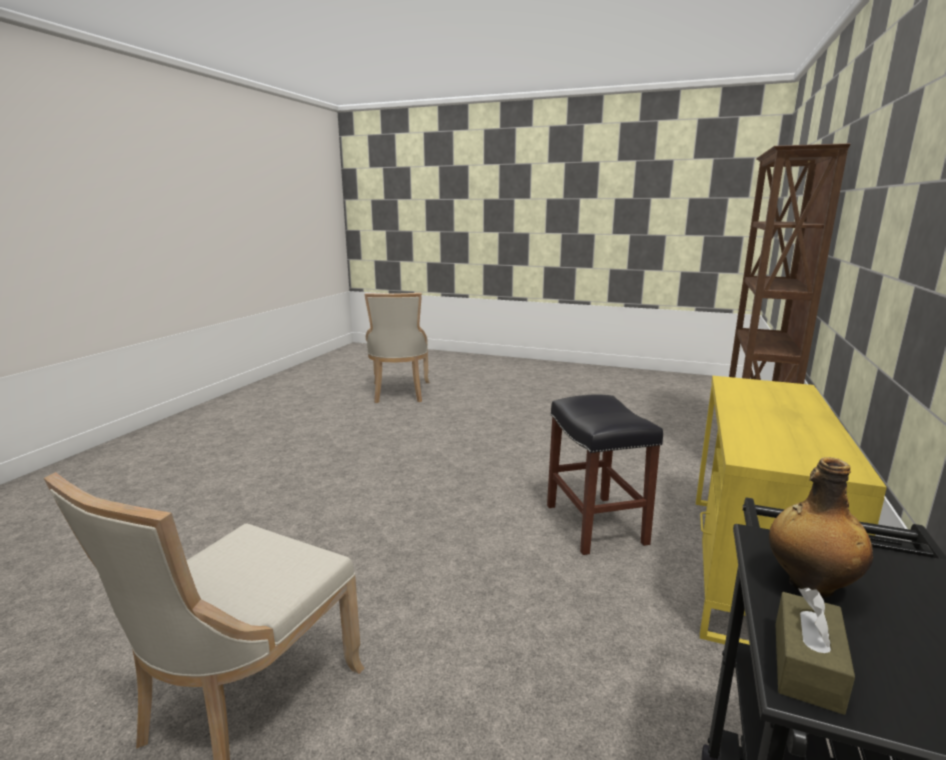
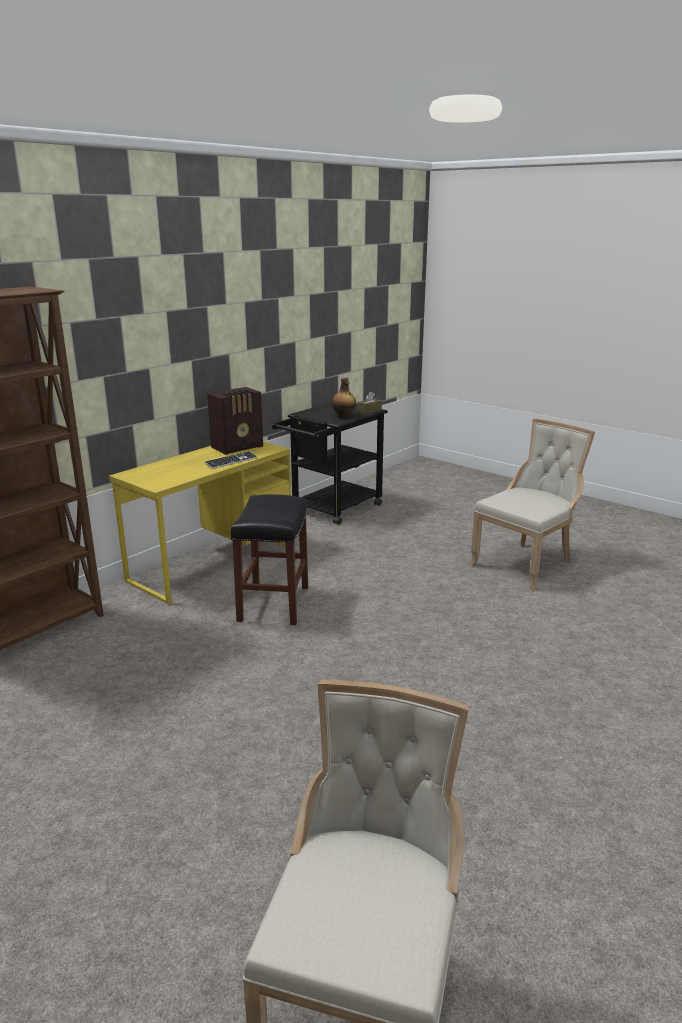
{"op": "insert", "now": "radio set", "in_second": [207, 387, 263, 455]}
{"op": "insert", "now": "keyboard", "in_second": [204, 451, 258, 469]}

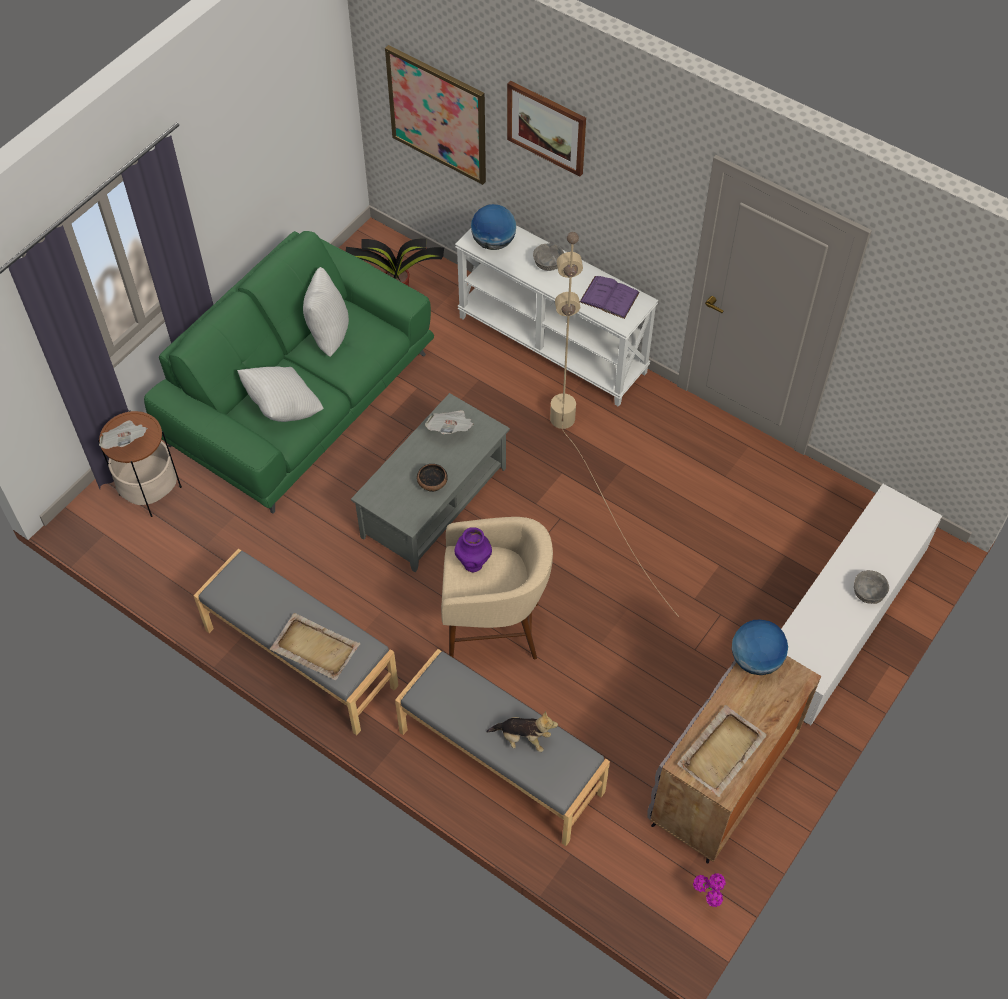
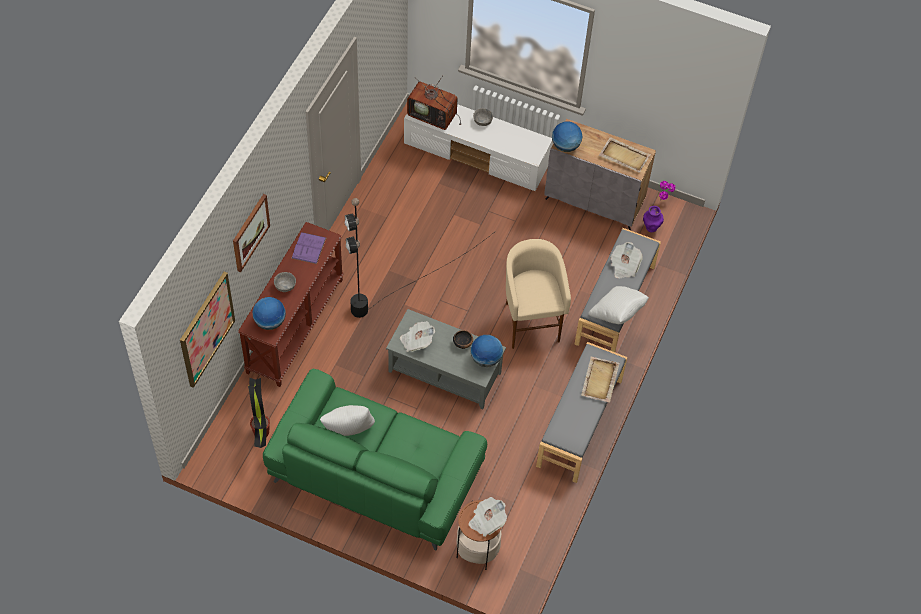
{"op": "recolor", "was": "hall table (whitish)", "now": "hall table (brownish)", "in_first": [455, 225, 658, 407], "in_second": [238, 222, 344, 387]}
{"op": "recolor", "was": "standing lamp (sand-coloured)", "now": "standing lamp (black)", "in_first": [550, 232, 679, 617], "in_second": [345, 198, 496, 318]}
{"op": "move", "was": "cushion (whitish)", "in_first": [237, 367, 323, 422], "in_second": [588, 286, 649, 324]}
{"op": "move", "was": "vase (purple-coloured)", "in_first": [455, 527, 492, 572], "in_second": [643, 206, 664, 232]}
{"op": "replace", "was": "plush toy", "now": "printed paper", "in_first": [487, 711, 558, 752], "in_second": [610, 242, 643, 278]}
{"op": "insert", "now": "TV", "in_second": [407, 77, 461, 130]}
{"op": "insert", "now": "desk globe", "in_second": [470, 335, 503, 367]}

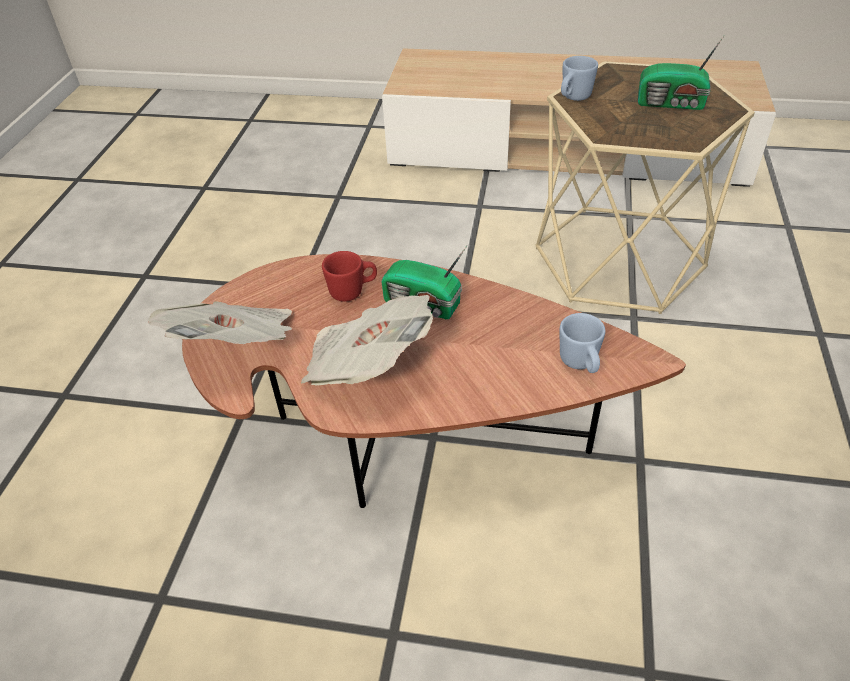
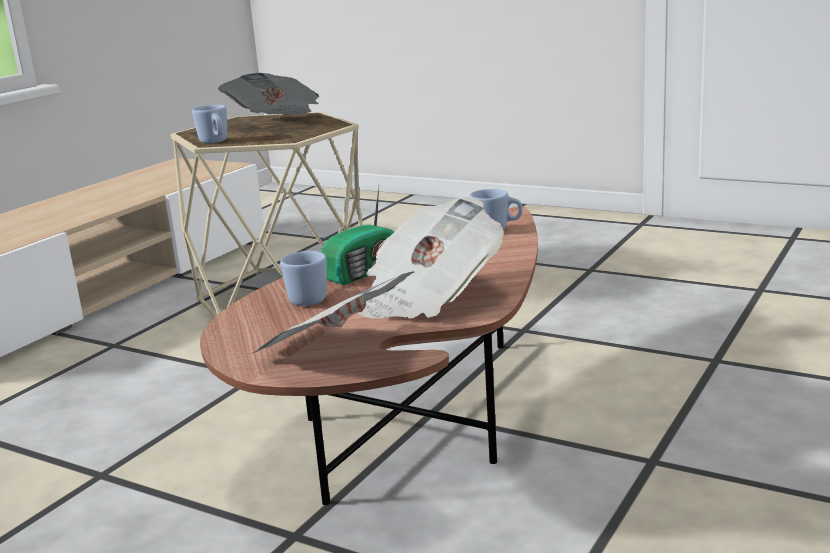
{"op": "replace", "was": "radio set", "now": "printed paper", "in_first": [638, 35, 725, 110], "in_second": [218, 73, 319, 115]}
{"op": "recolor", "was": "coffee mug (red)", "now": "coffee mug (blue)", "in_first": [322, 251, 377, 302], "in_second": [280, 251, 327, 306]}

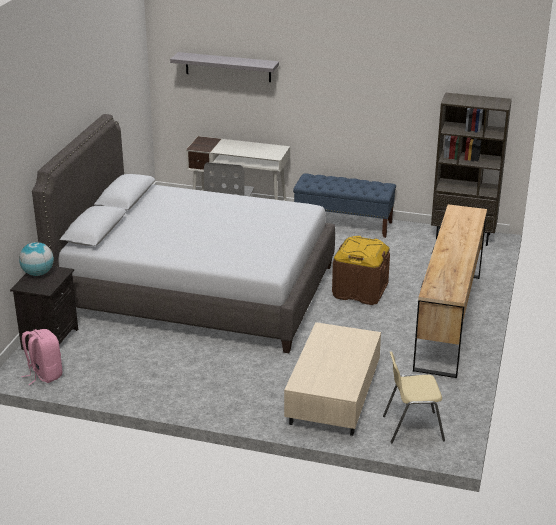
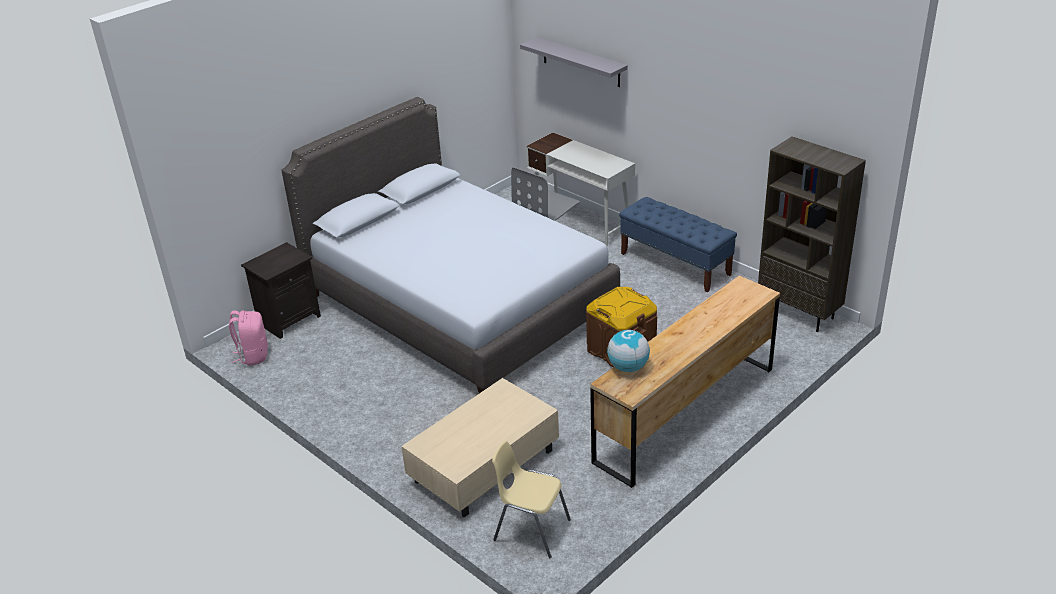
{"op": "move", "was": "desk globe", "in_first": [19, 242, 54, 276], "in_second": [607, 330, 650, 372]}

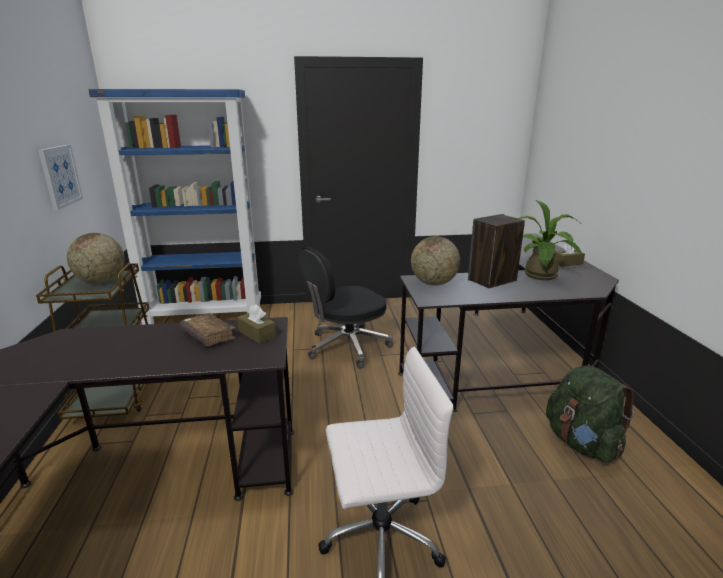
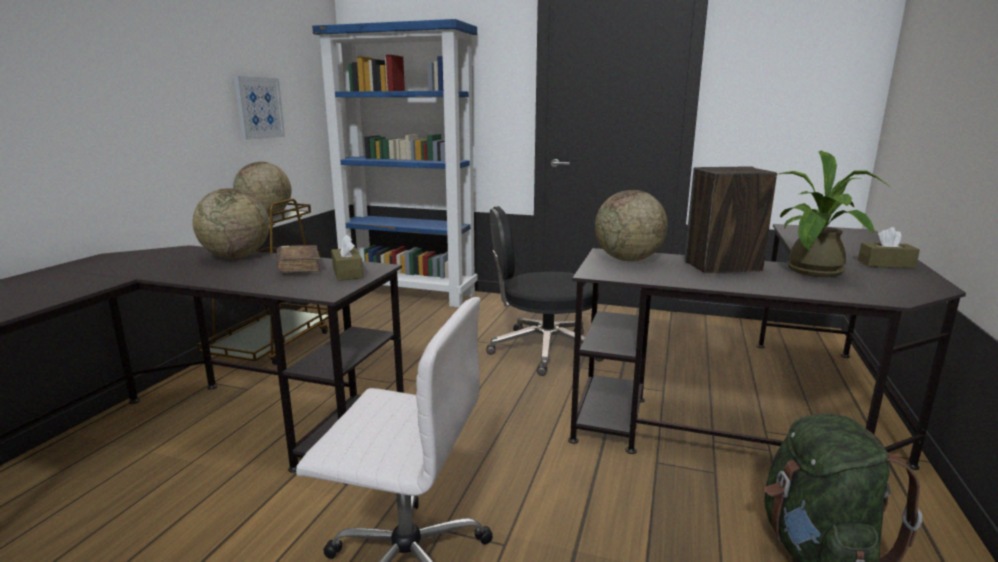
{"op": "insert", "now": "desk globe", "in_second": [193, 188, 269, 258]}

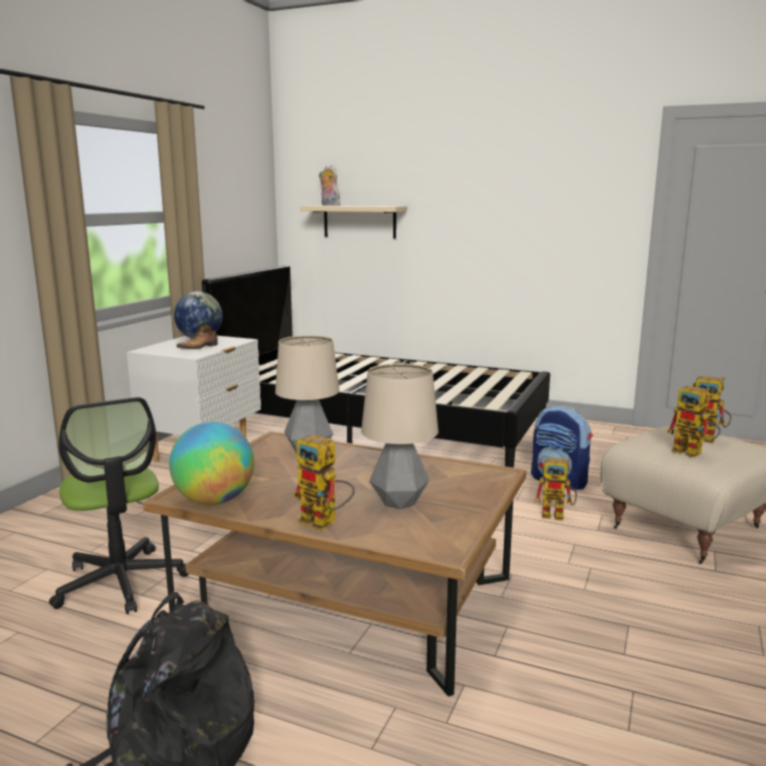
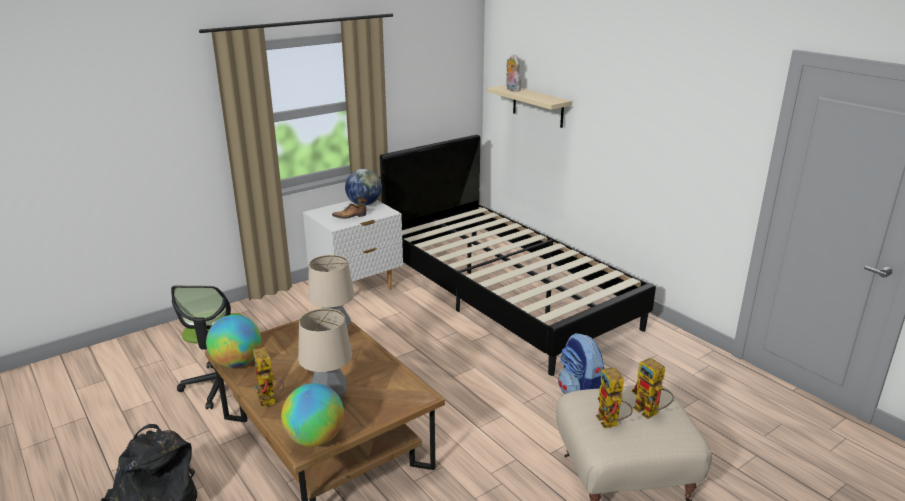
{"op": "delete", "was": "model robot", "in_first": [534, 458, 577, 520]}
{"op": "insert", "now": "desk globe", "in_second": [281, 383, 344, 447]}

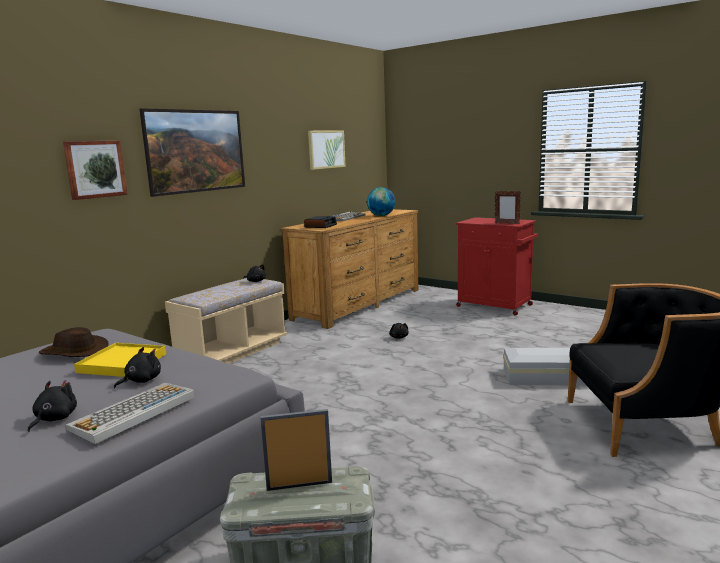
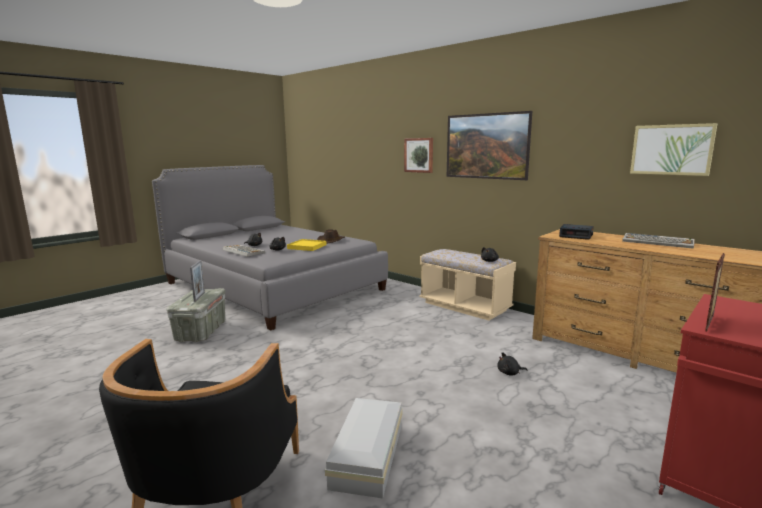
{"op": "delete", "was": "desk globe", "in_first": [367, 187, 395, 216]}

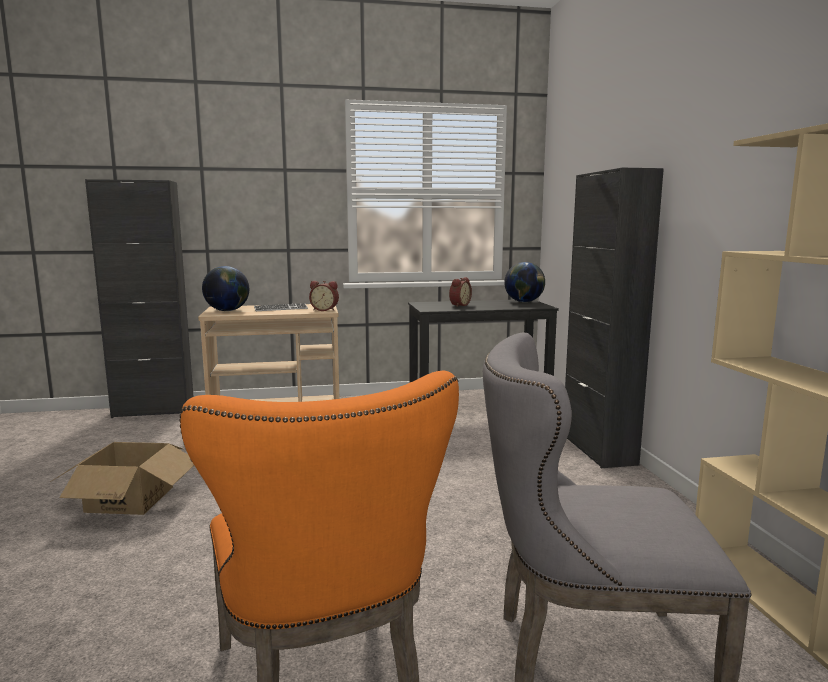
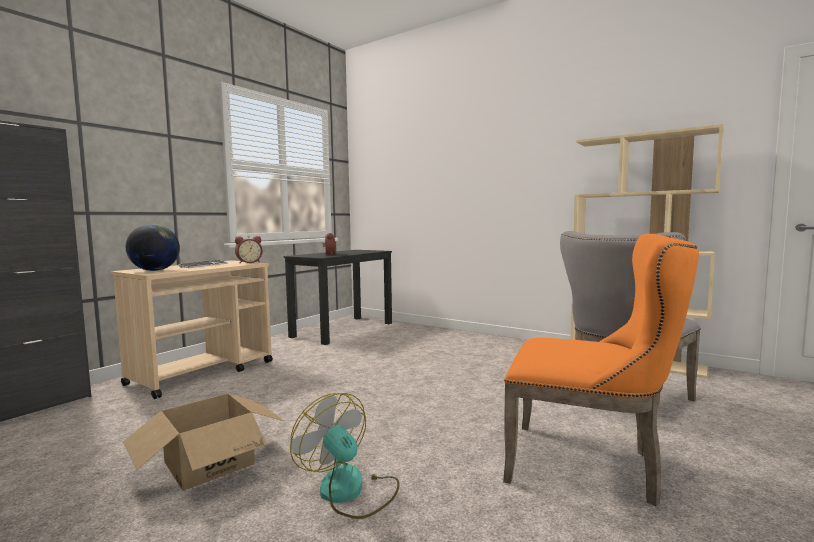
{"op": "delete", "was": "cupboard (black)", "in_first": [565, 168, 664, 468]}
{"op": "delete", "was": "desk globe", "in_first": [504, 262, 545, 302]}
{"op": "insert", "now": "cooling fan", "in_second": [290, 393, 400, 519]}

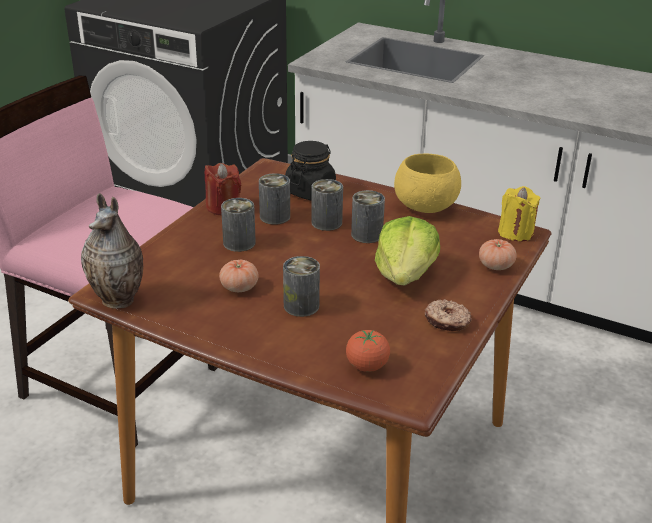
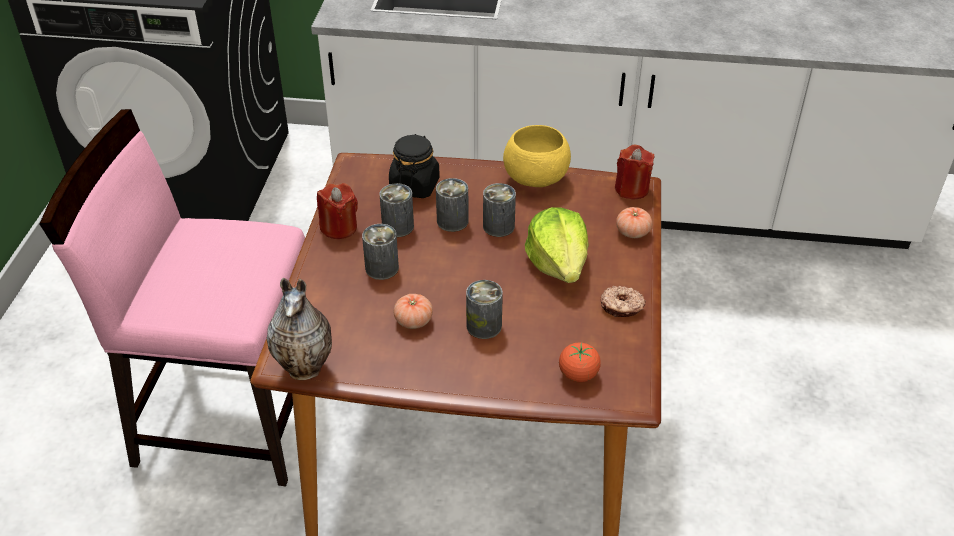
{"op": "recolor", "was": "wax candle (yellow)", "now": "wax candle (red)", "in_first": [498, 186, 541, 241], "in_second": [615, 145, 654, 199]}

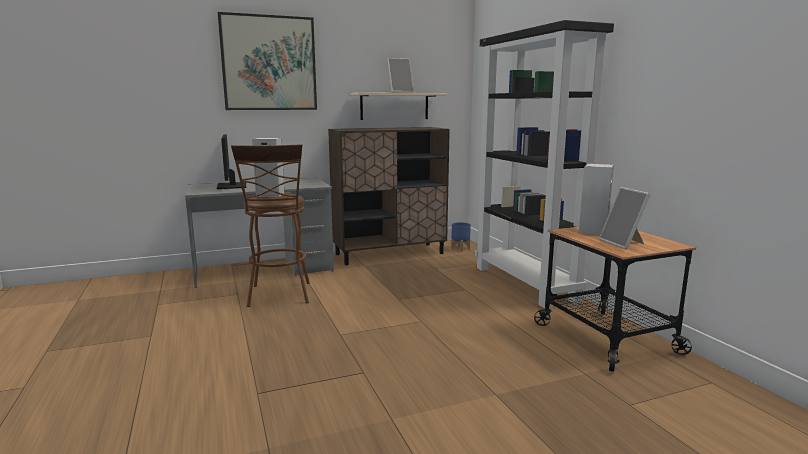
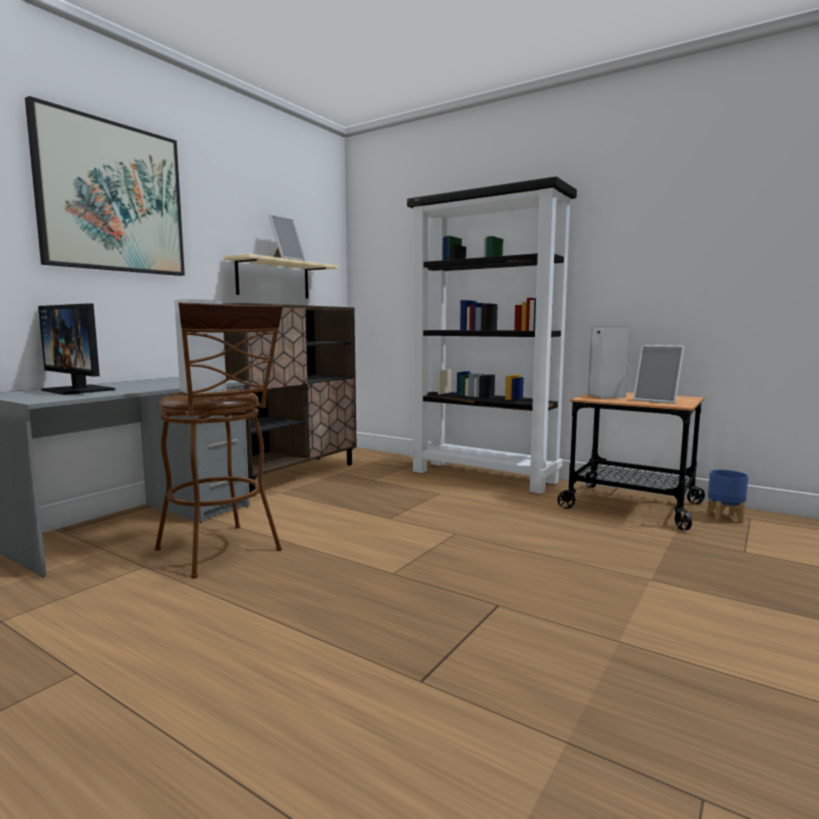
{"op": "move", "was": "plant pot (blue)", "in_first": [451, 222, 471, 252], "in_second": [707, 469, 749, 523]}

